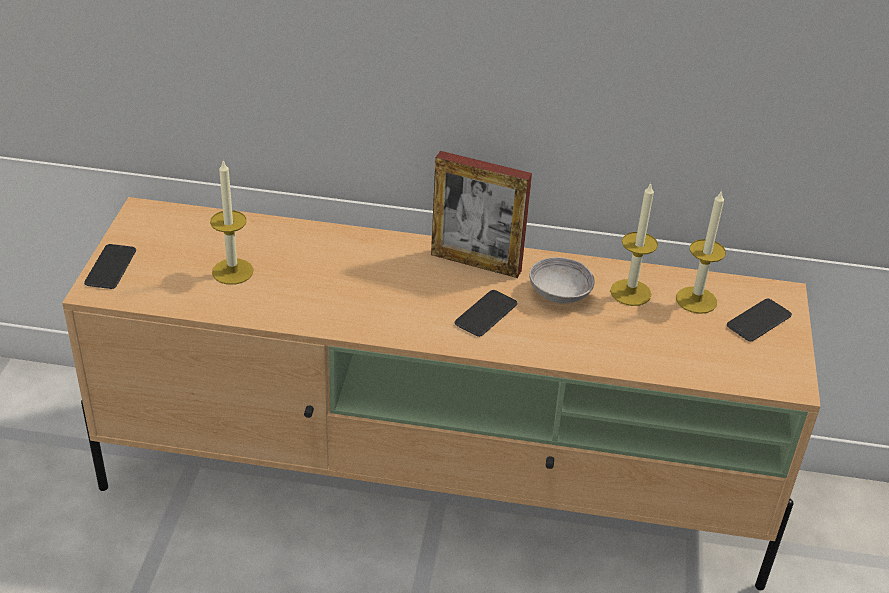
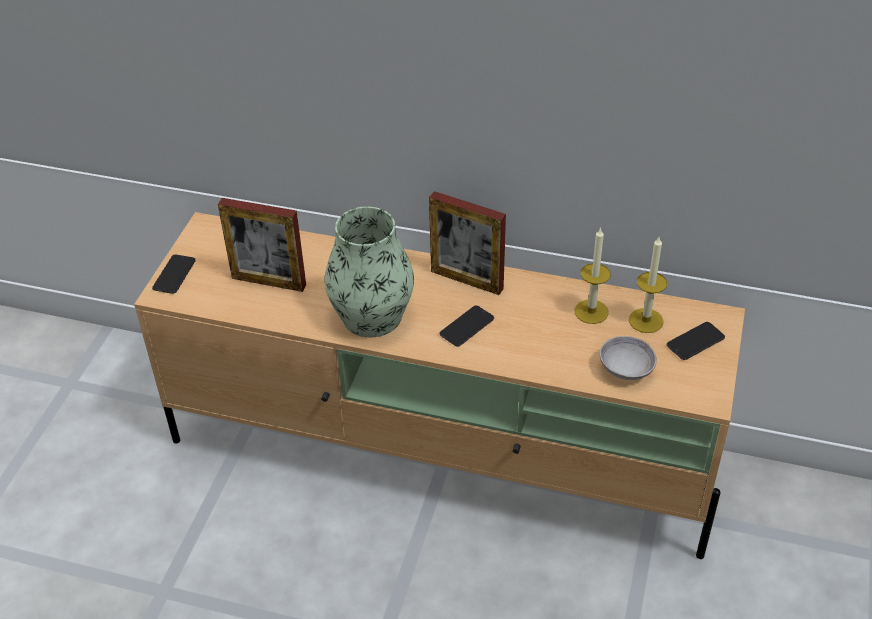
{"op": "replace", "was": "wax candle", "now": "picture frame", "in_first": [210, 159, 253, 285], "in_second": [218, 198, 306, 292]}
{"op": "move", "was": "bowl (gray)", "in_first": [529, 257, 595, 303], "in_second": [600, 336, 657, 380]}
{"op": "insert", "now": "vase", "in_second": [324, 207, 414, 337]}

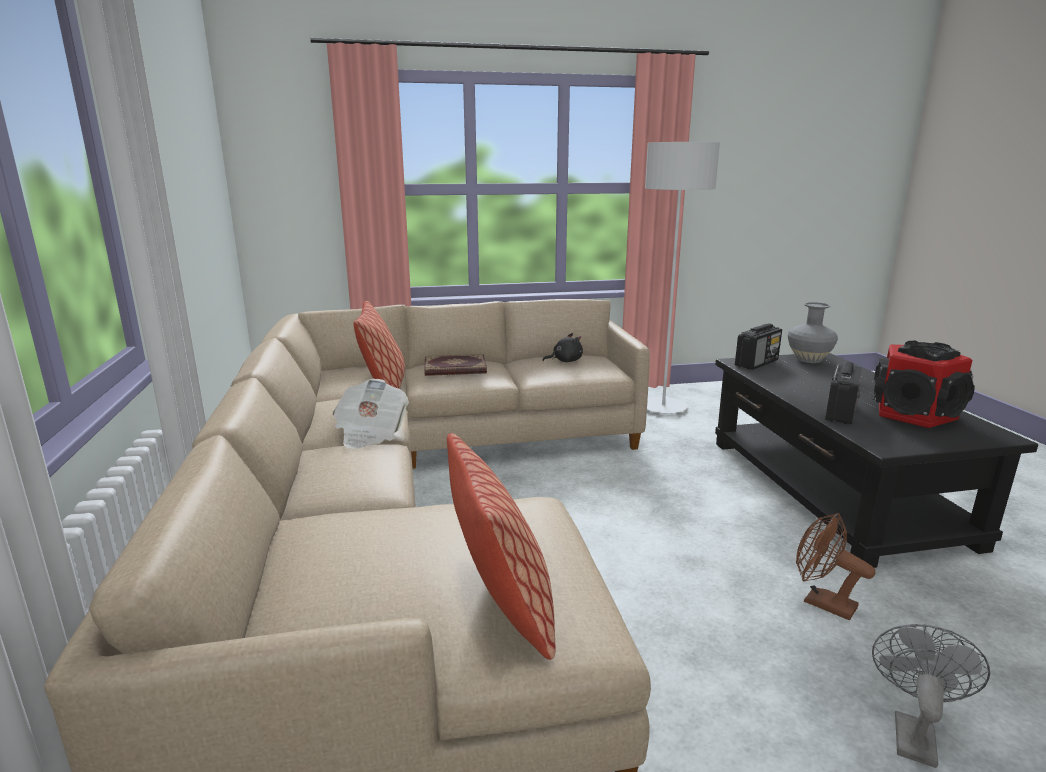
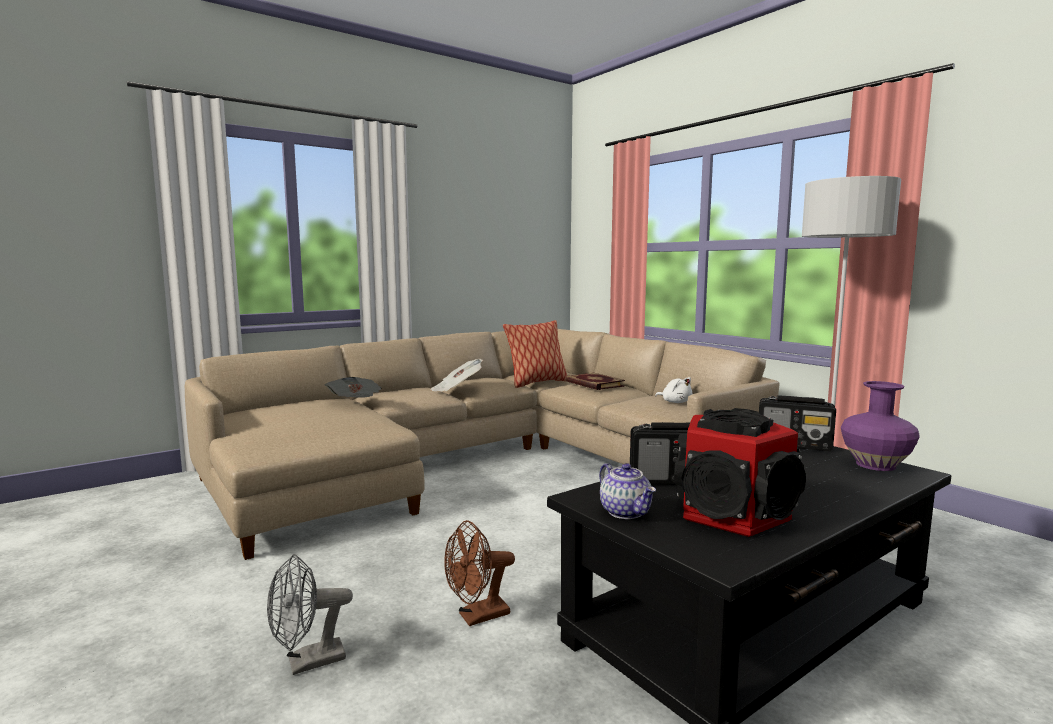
{"op": "recolor", "was": "vase (gray)", "now": "vase (purple-coloured)", "in_first": [788, 302, 838, 363], "in_second": [841, 381, 919, 471]}
{"op": "recolor", "was": "plush toy (black)", "now": "plush toy (whitish)", "in_first": [542, 333, 583, 362], "in_second": [655, 377, 693, 403]}
{"op": "delete", "was": "cushion", "in_first": [447, 433, 556, 660]}
{"op": "rotate", "was": "cooling fan (brownish)", "in_first": [796, 513, 875, 620], "in_second": [444, 520, 515, 626], "clockwise": -135}
{"op": "rotate", "was": "cooling fan (gray)", "in_first": [872, 624, 990, 768], "in_second": [267, 554, 353, 675], "clockwise": 150}
{"op": "insert", "now": "printed paper", "in_second": [324, 377, 382, 398]}
{"op": "insert", "now": "teapot", "in_second": [599, 463, 656, 519]}

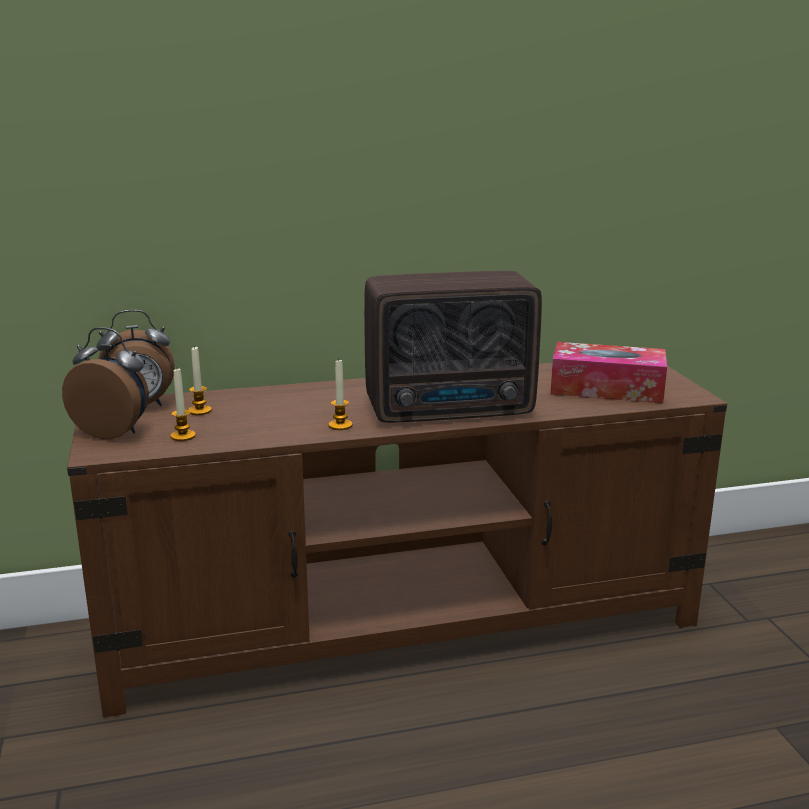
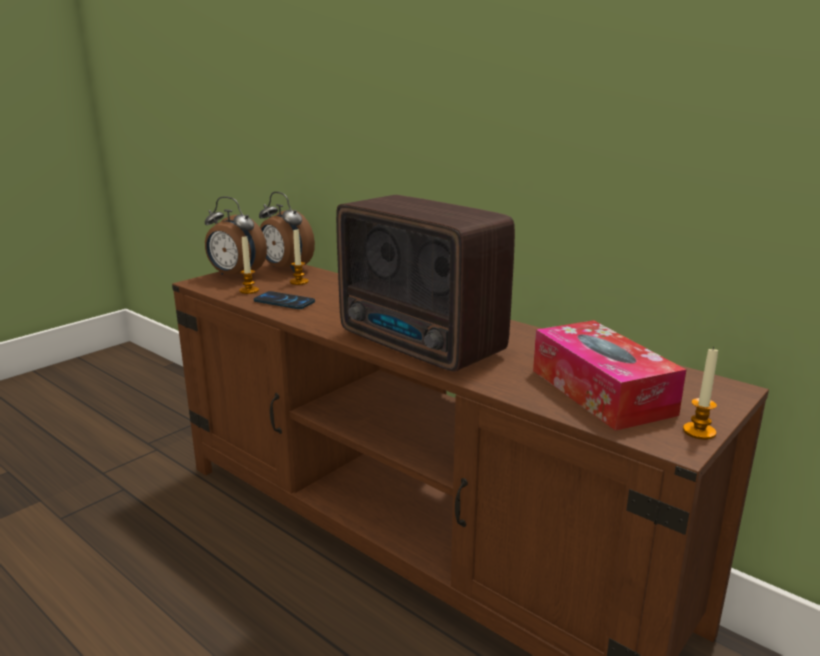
{"op": "rotate", "was": "bedside clock", "in_first": [62, 327, 149, 439], "in_second": [205, 196, 267, 275], "clockwise": 135}
{"op": "move", "was": "wax candle", "in_first": [328, 360, 352, 430], "in_second": [683, 346, 718, 440]}
{"op": "insert", "now": "handset", "in_second": [254, 291, 315, 309]}

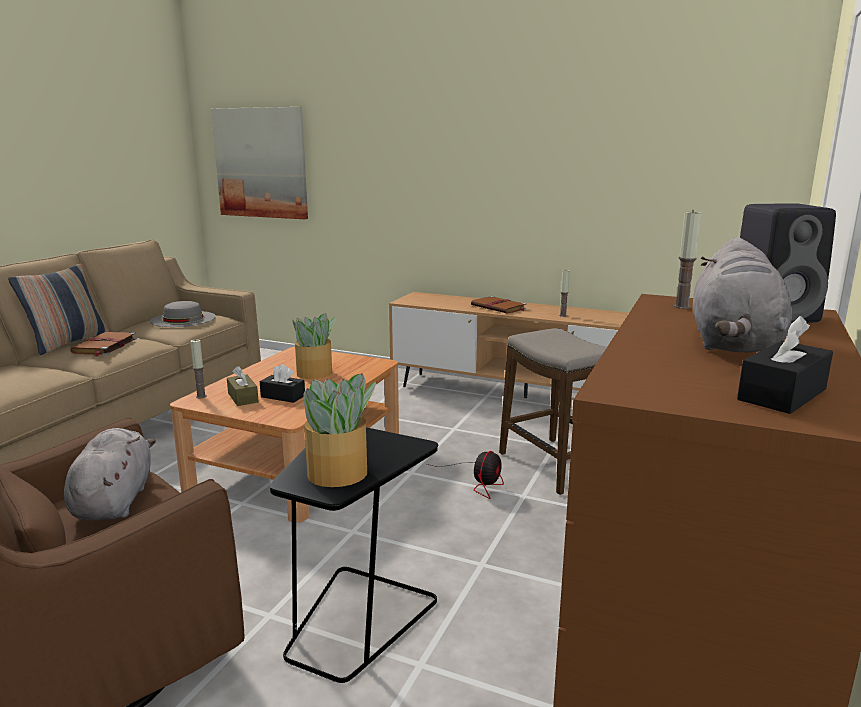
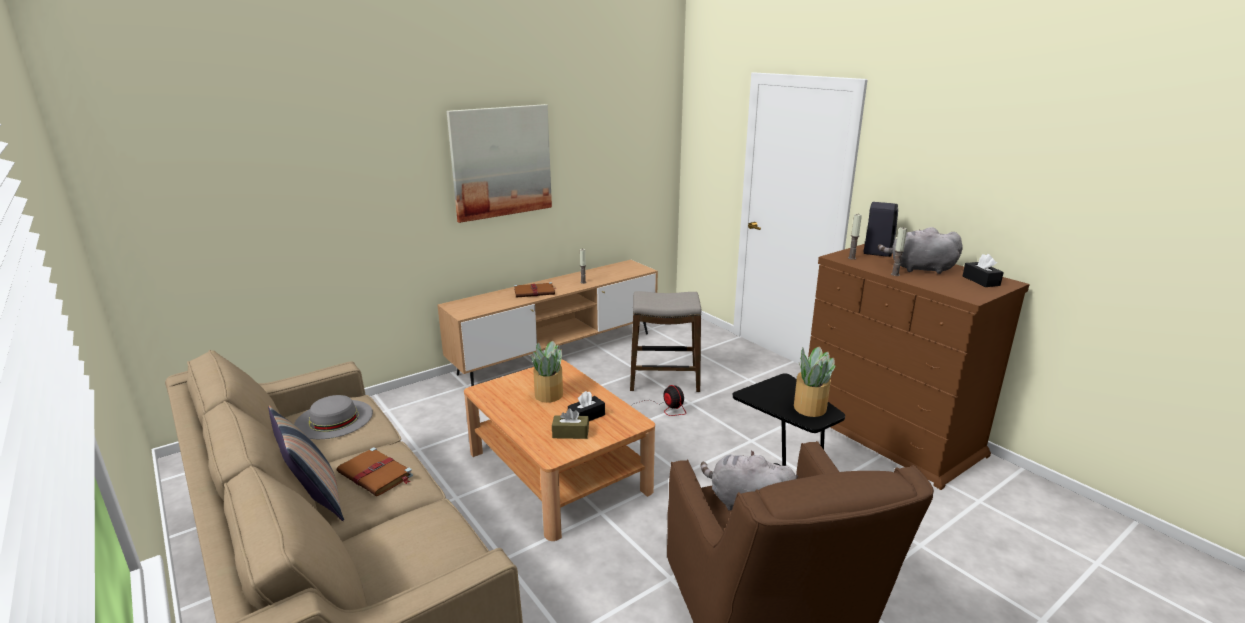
{"op": "move", "was": "picture", "in_first": [211, 107, 308, 219], "in_second": [447, 104, 552, 223]}
{"op": "rotate", "was": "plush toy (gray)", "in_first": [693, 238, 792, 352], "in_second": [878, 227, 963, 274], "clockwise": 150}
{"op": "move", "was": "wax candle", "in_first": [190, 340, 207, 398], "in_second": [891, 227, 907, 276]}

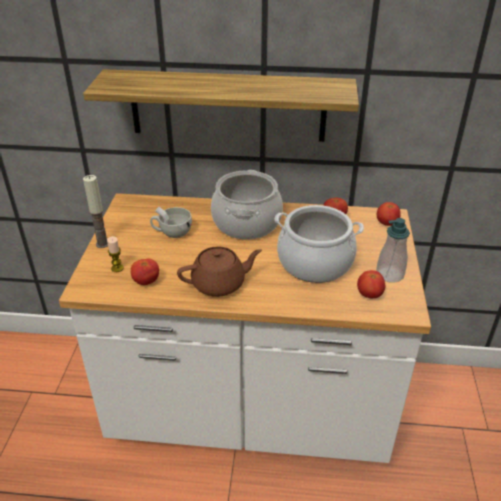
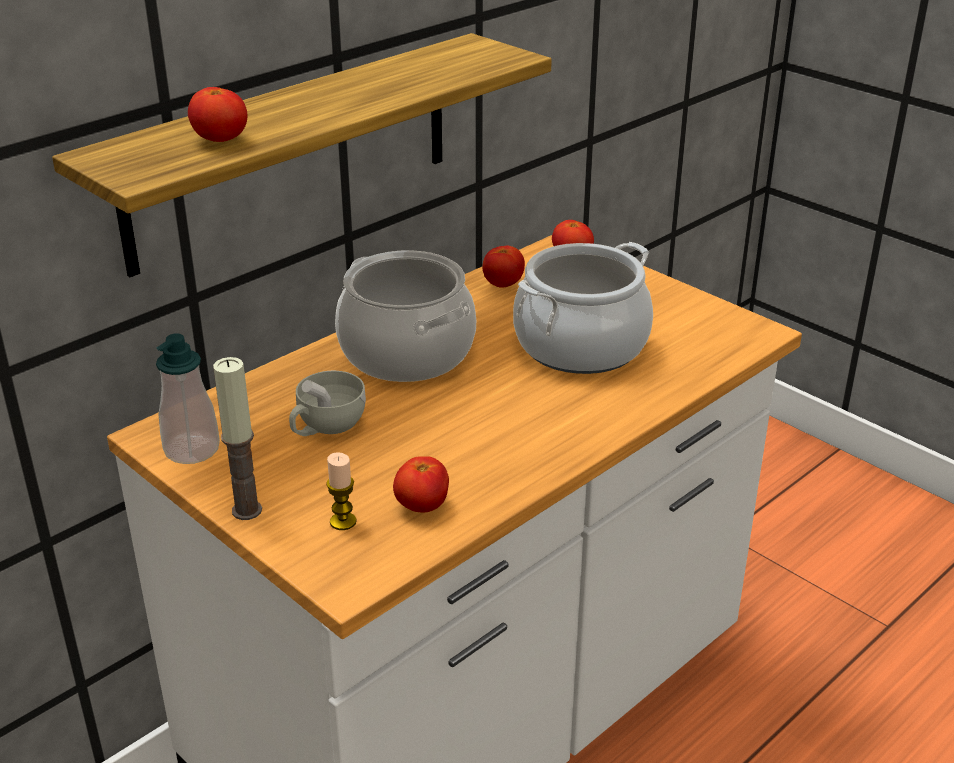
{"op": "move", "was": "soap bottle", "in_first": [376, 218, 410, 283], "in_second": [156, 333, 220, 464]}
{"op": "delete", "was": "teapot (brownish)", "in_first": [177, 246, 262, 297]}
{"op": "move", "was": "whole tomato", "in_first": [357, 270, 385, 298], "in_second": [188, 87, 247, 142]}

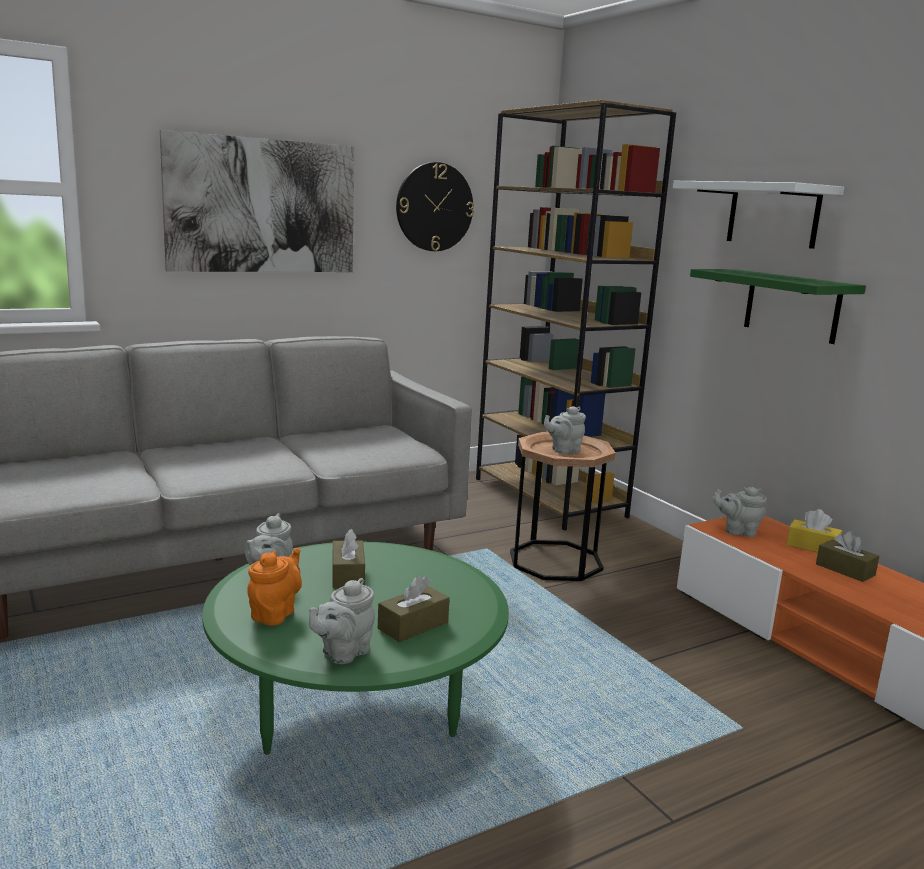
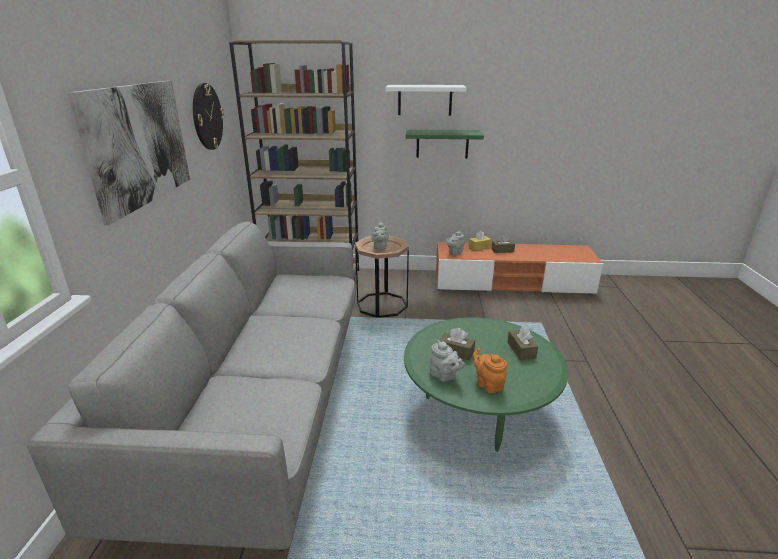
{"op": "delete", "was": "teapot (gray)", "in_first": [309, 578, 375, 664]}

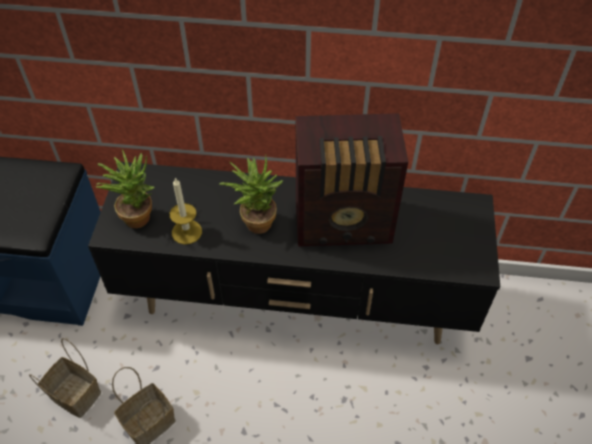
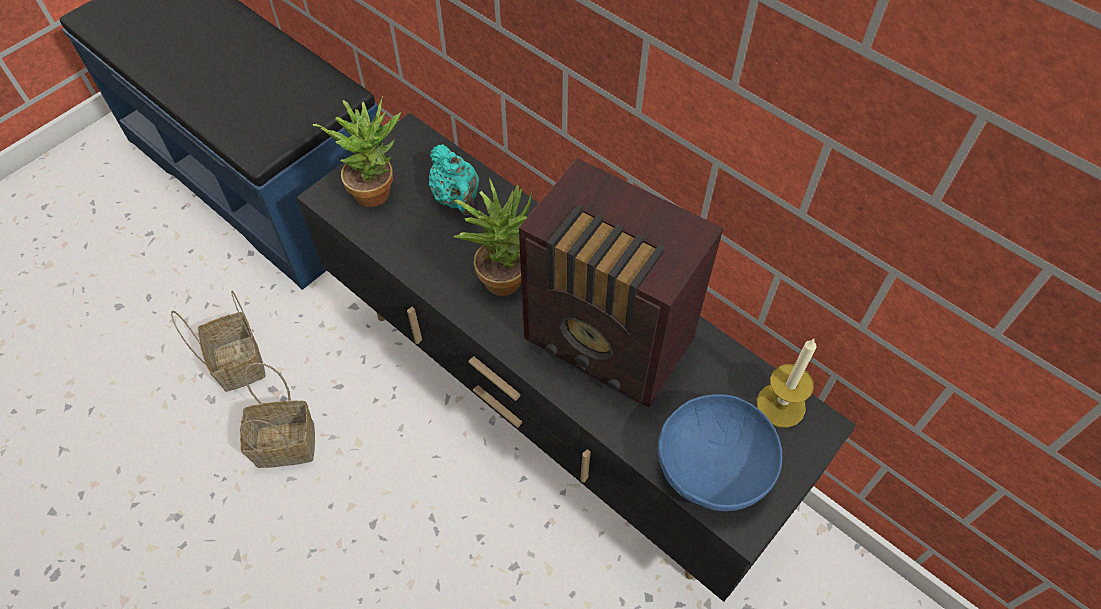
{"op": "move", "was": "wax candle", "in_first": [170, 177, 202, 245], "in_second": [757, 338, 817, 428]}
{"op": "insert", "now": "teapot (blue-green)", "in_second": [429, 144, 479, 215]}
{"op": "insert", "now": "bowl (blue)", "in_second": [658, 394, 782, 511]}

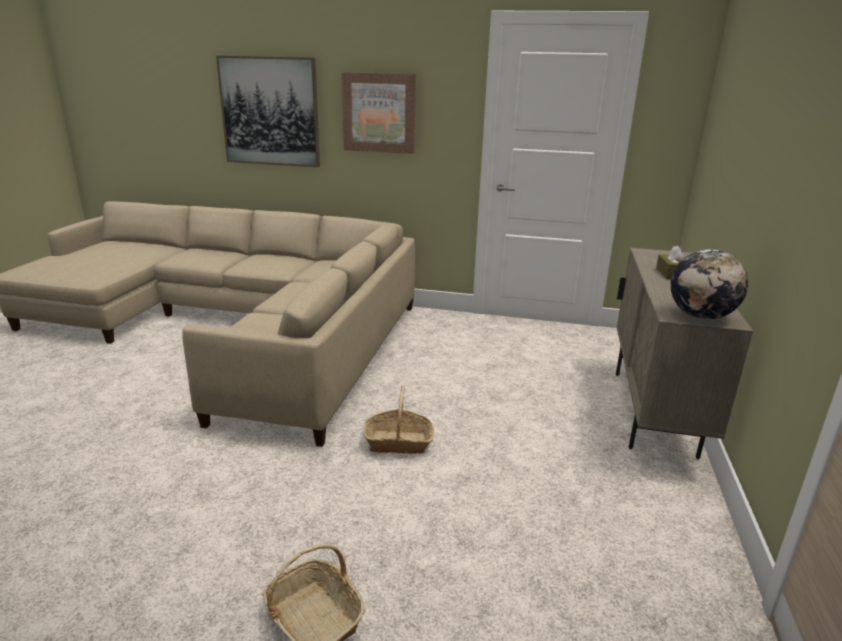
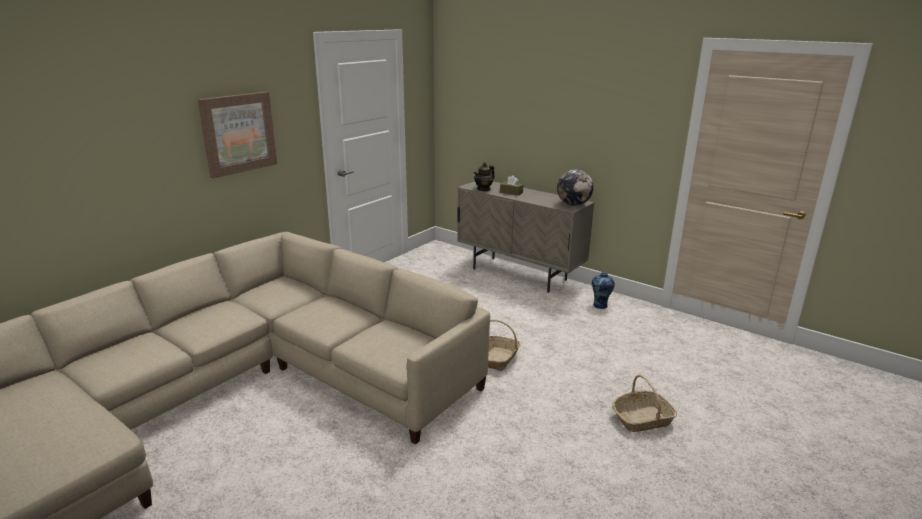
{"op": "delete", "was": "picture", "in_first": [216, 56, 320, 167]}
{"op": "insert", "now": "teapot", "in_second": [474, 162, 495, 191]}
{"op": "insert", "now": "vase", "in_second": [592, 272, 615, 309]}

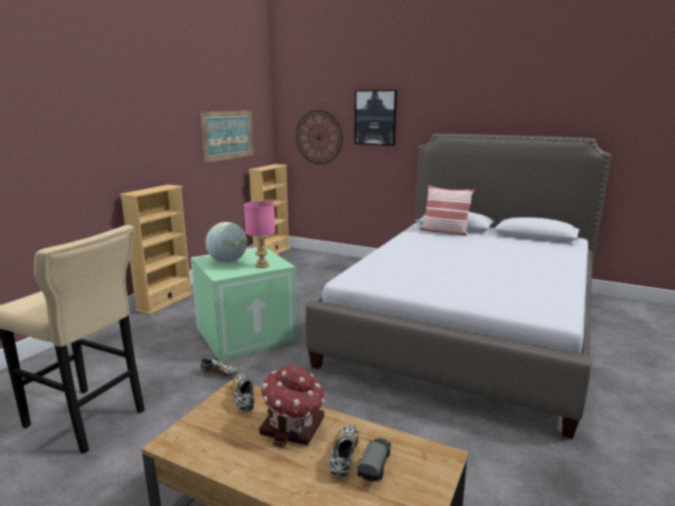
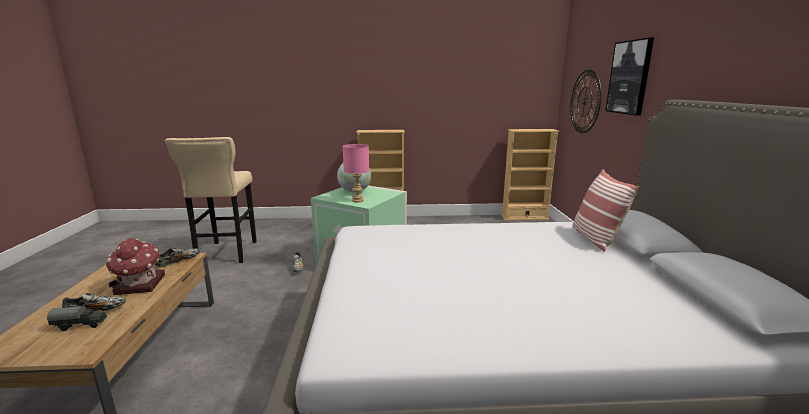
{"op": "delete", "was": "picture", "in_first": [200, 111, 254, 163]}

